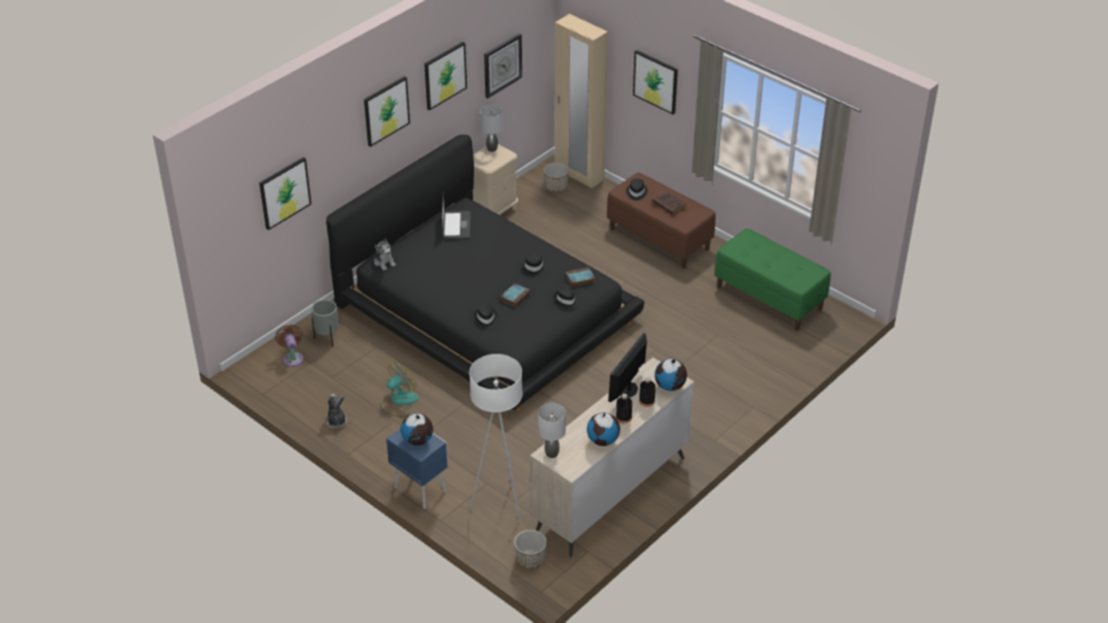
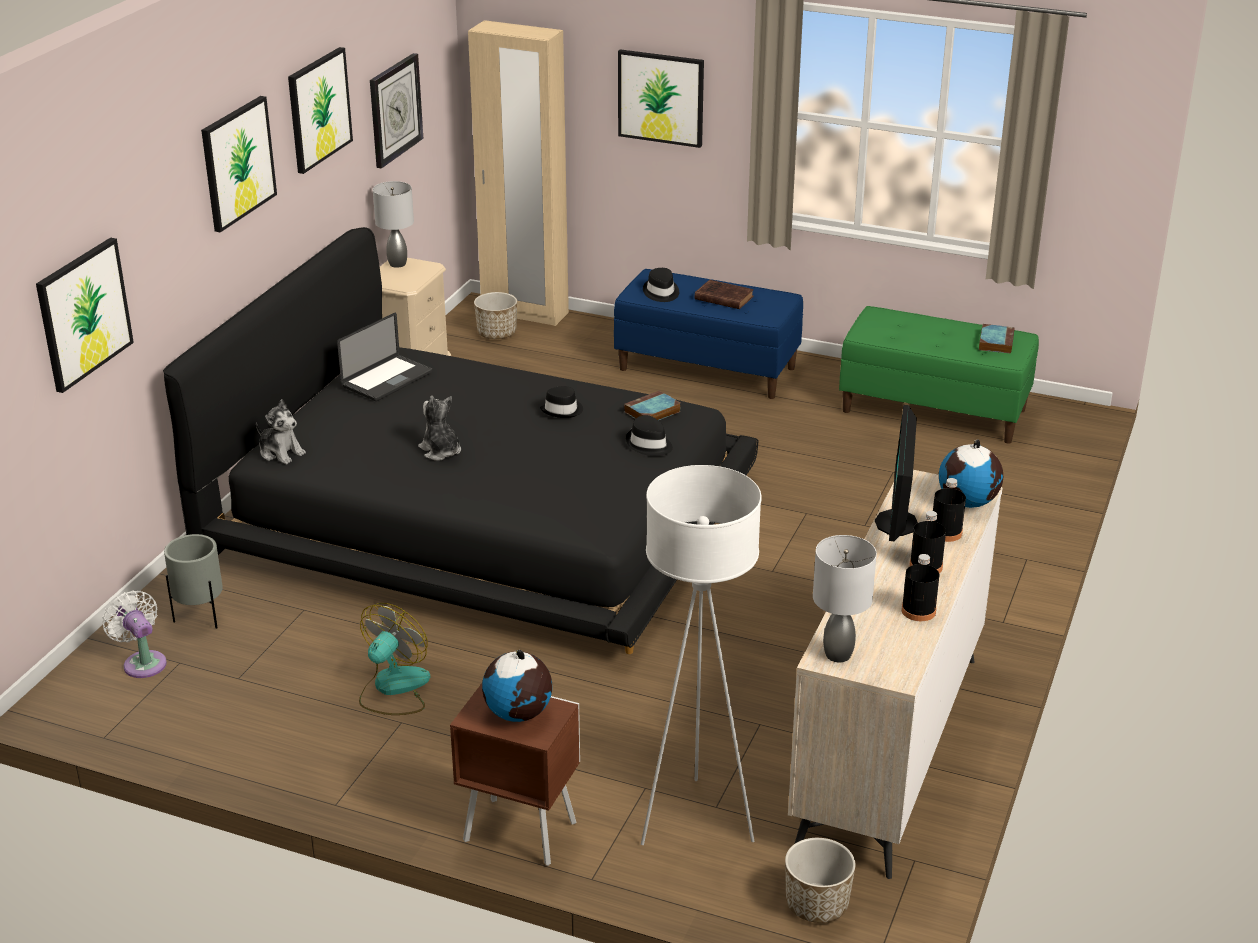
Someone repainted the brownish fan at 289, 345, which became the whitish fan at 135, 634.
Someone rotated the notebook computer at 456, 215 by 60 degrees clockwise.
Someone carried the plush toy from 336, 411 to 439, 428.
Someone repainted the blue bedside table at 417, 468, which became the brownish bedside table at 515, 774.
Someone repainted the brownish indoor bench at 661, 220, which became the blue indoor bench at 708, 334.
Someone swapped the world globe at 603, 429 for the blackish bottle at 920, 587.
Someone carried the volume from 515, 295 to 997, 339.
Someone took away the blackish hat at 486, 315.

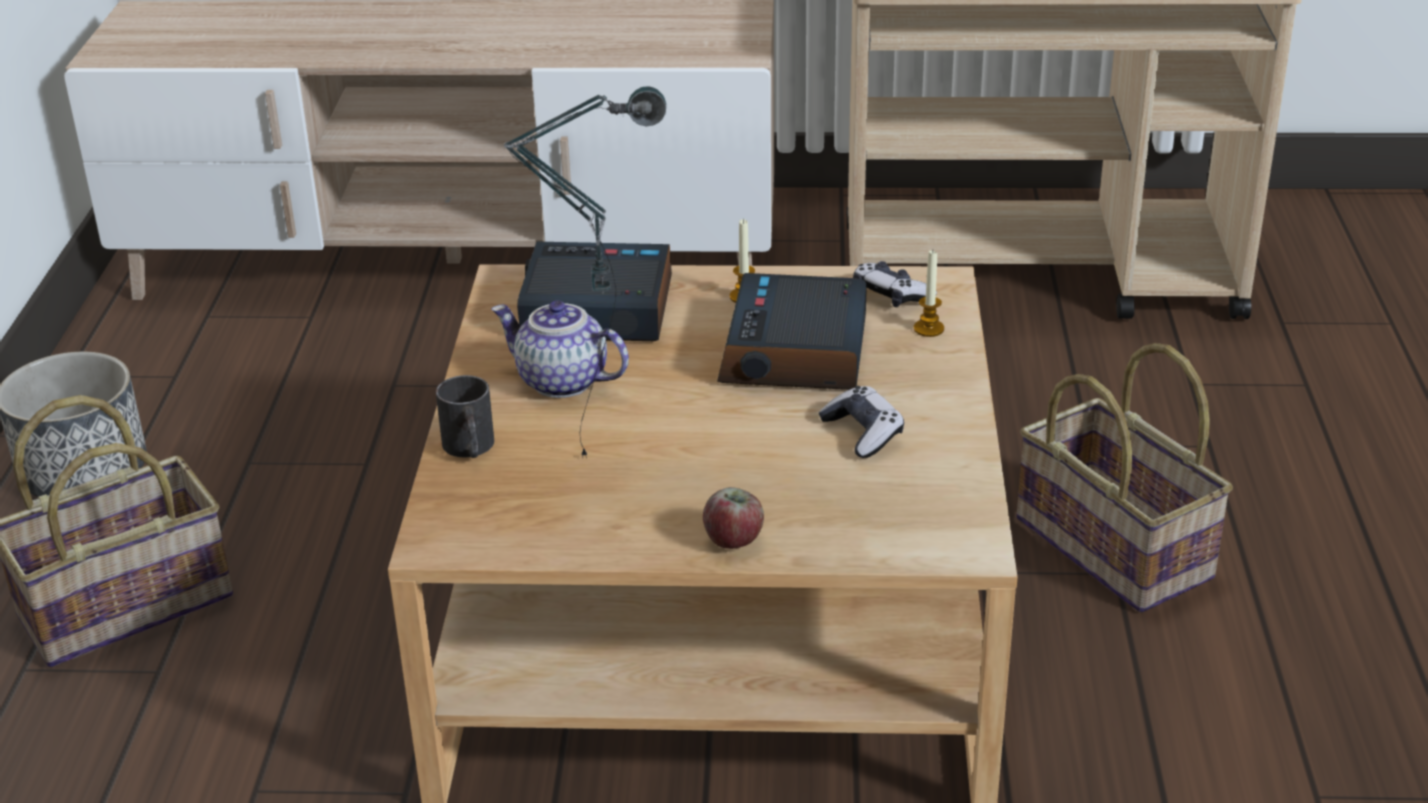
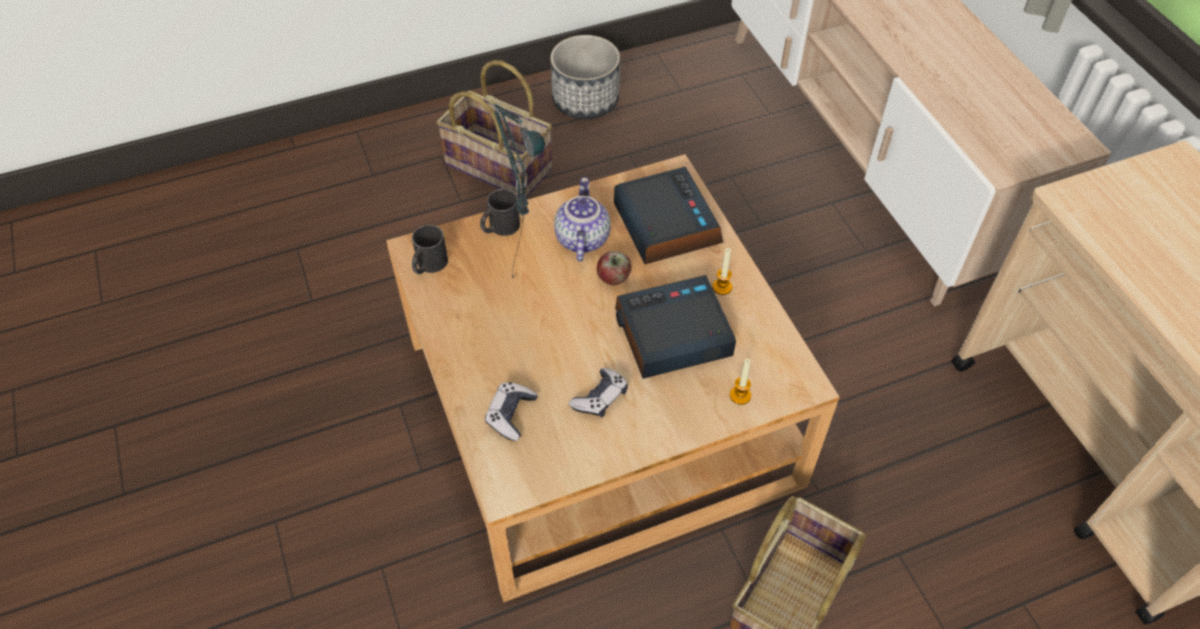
Someone put down the blackish tea mug at 430, 249.
Someone carried the joypad from 895, 284 to 511, 411.
Someone carried the apple from 733, 518 to 614, 268.

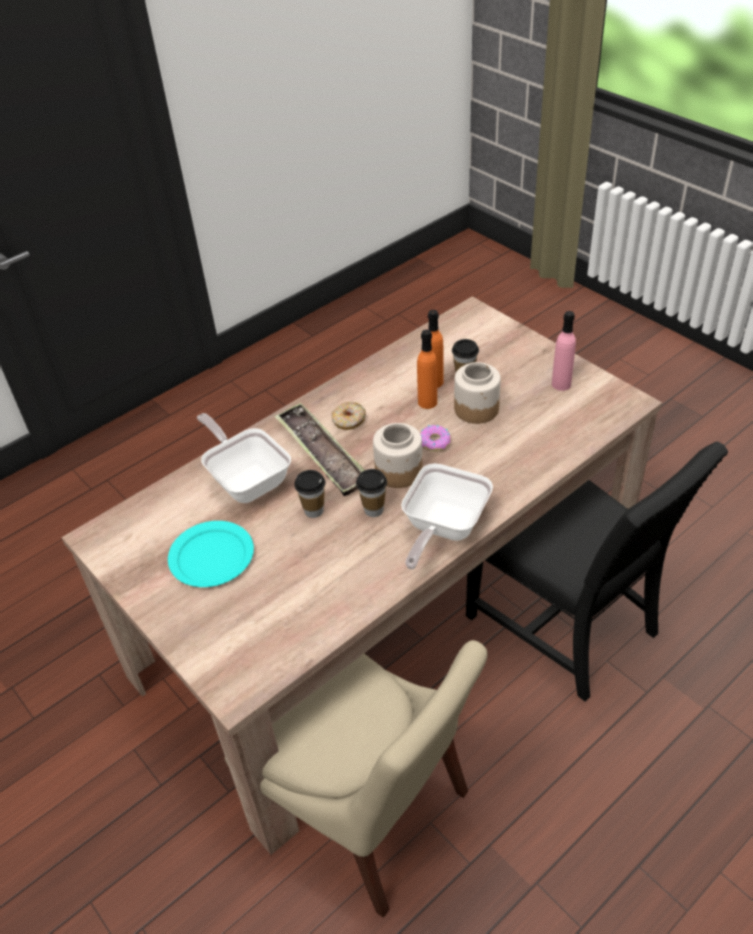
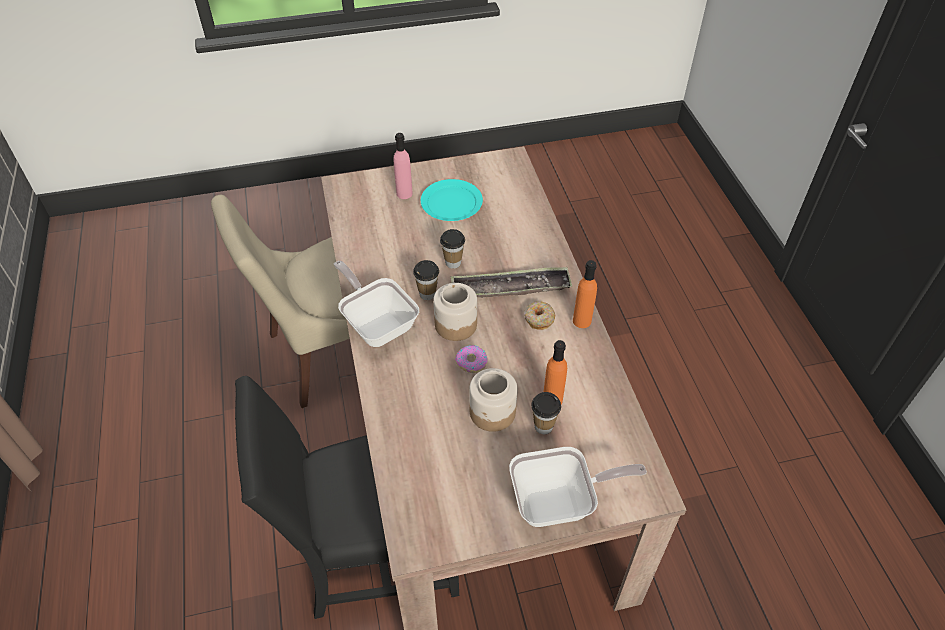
Someone carried the pink bottle from 564, 351 to 403, 166.
Someone carried the pan from 244, 458 to 578, 487.
Someone carried the orange bottle from 427, 369 to 585, 294.

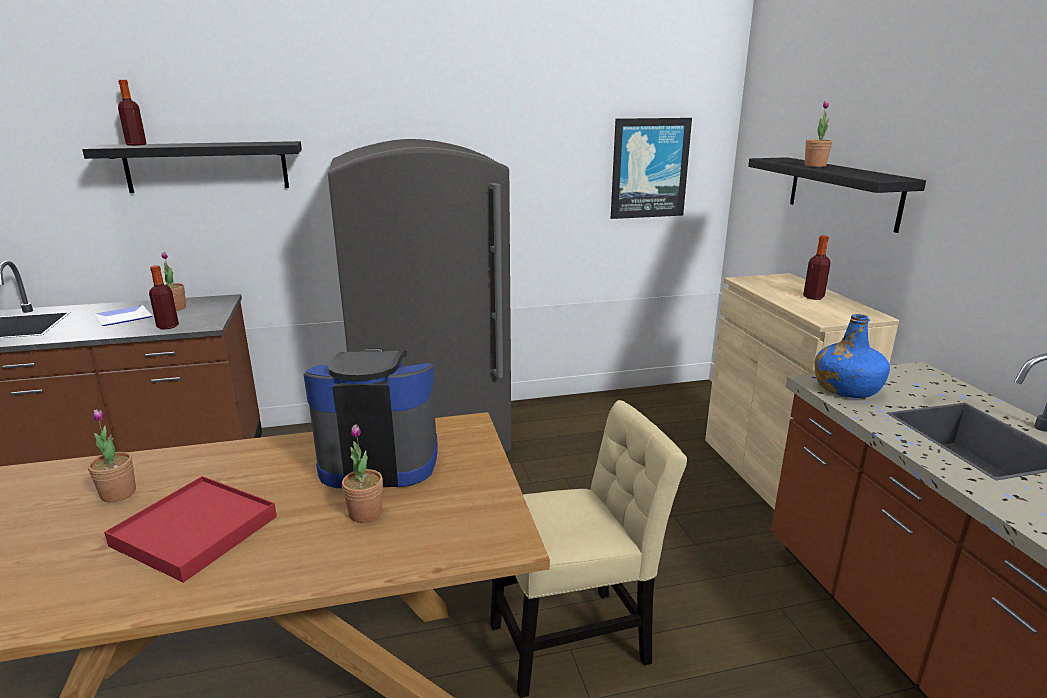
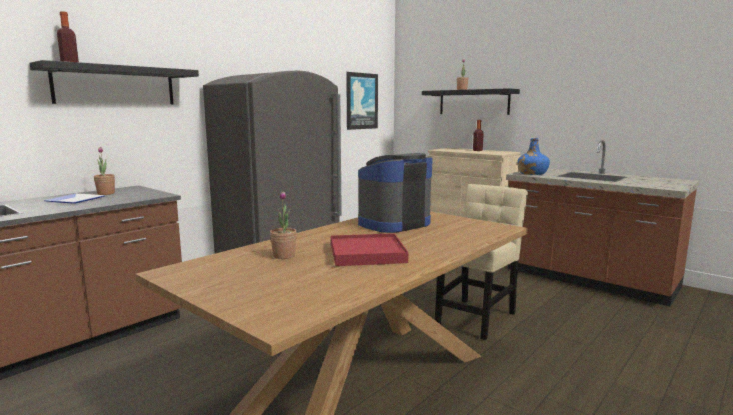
Someone took away the bottle at 164, 297.
Someone took away the potted plant at 362, 473.

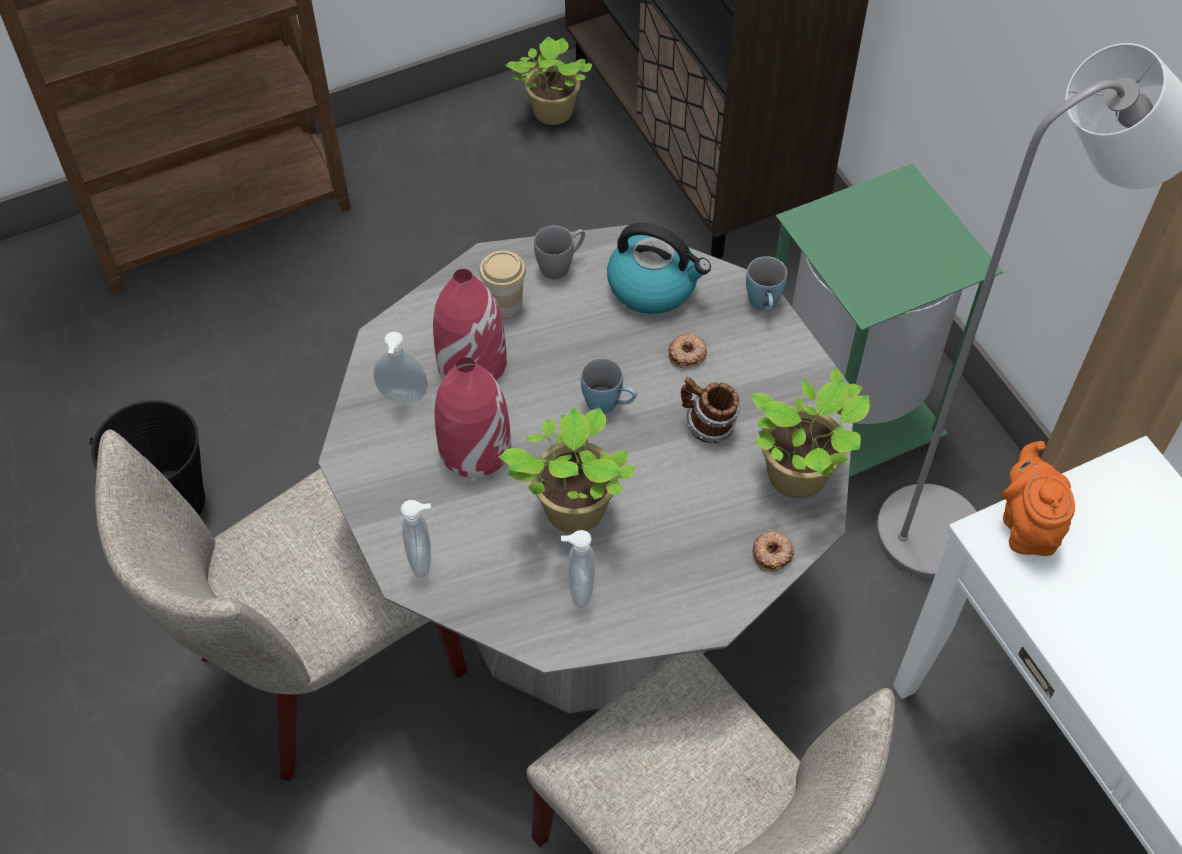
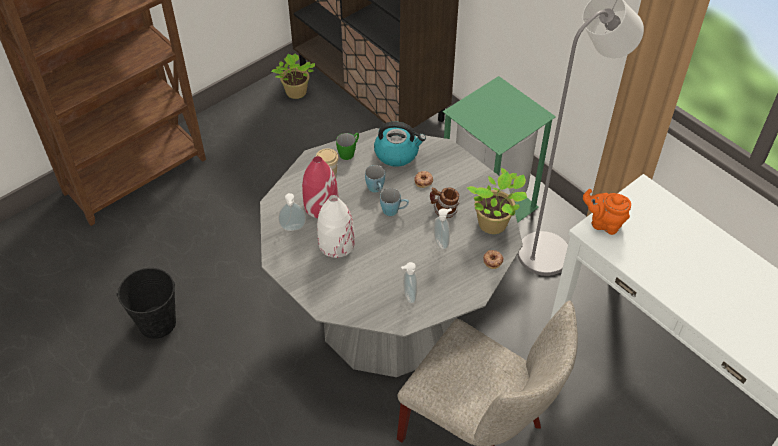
Someone repainted the red decorative vase at 472, 417, which became the whitish decorative vase at 336, 226.
Someone repainted the grey tea mug at 559, 252, which became the greenish tea mug at 347, 146.
Someone carried the blue tea mug from 766, 283 to 375, 178.
Someone carried the soap bottle from 416, 539 to 443, 228.
Someone rotated the orange tea pot at 1038, 498 by 45 degrees counterclockwise.
Someone took away the sand-coloured upright chair at 281, 605.
Someone took away the potted plant at 567, 470.

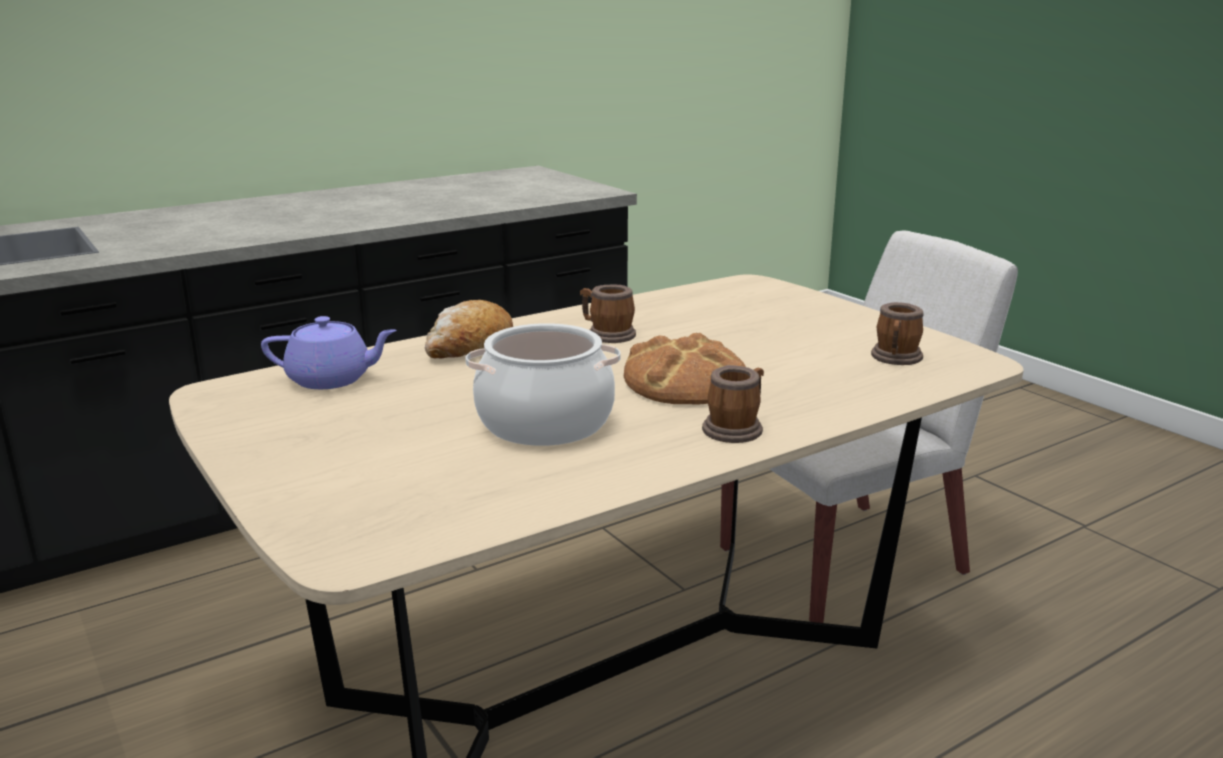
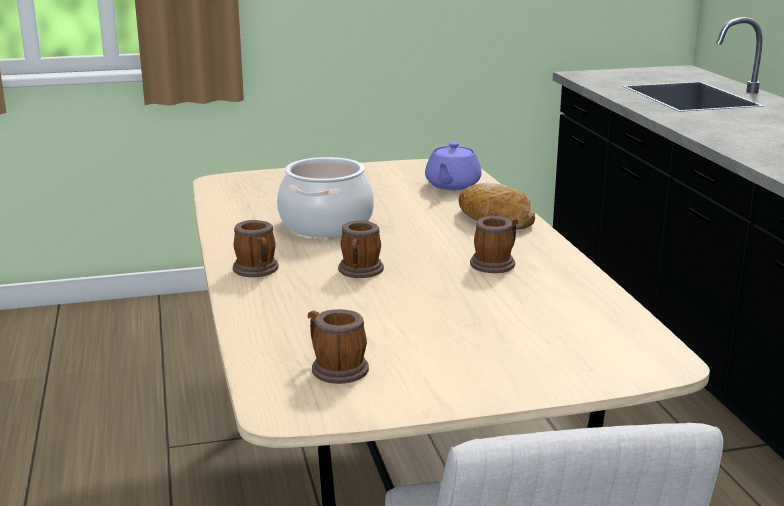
Someone swapped the baked bread at 685, 369 for the tea mug at 361, 249.

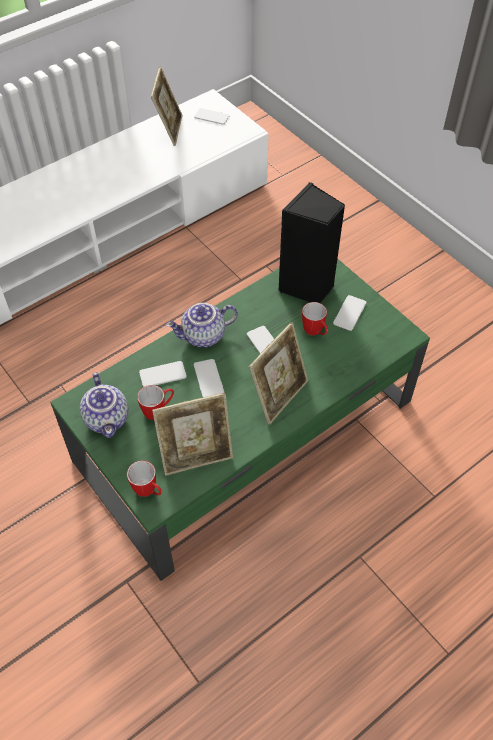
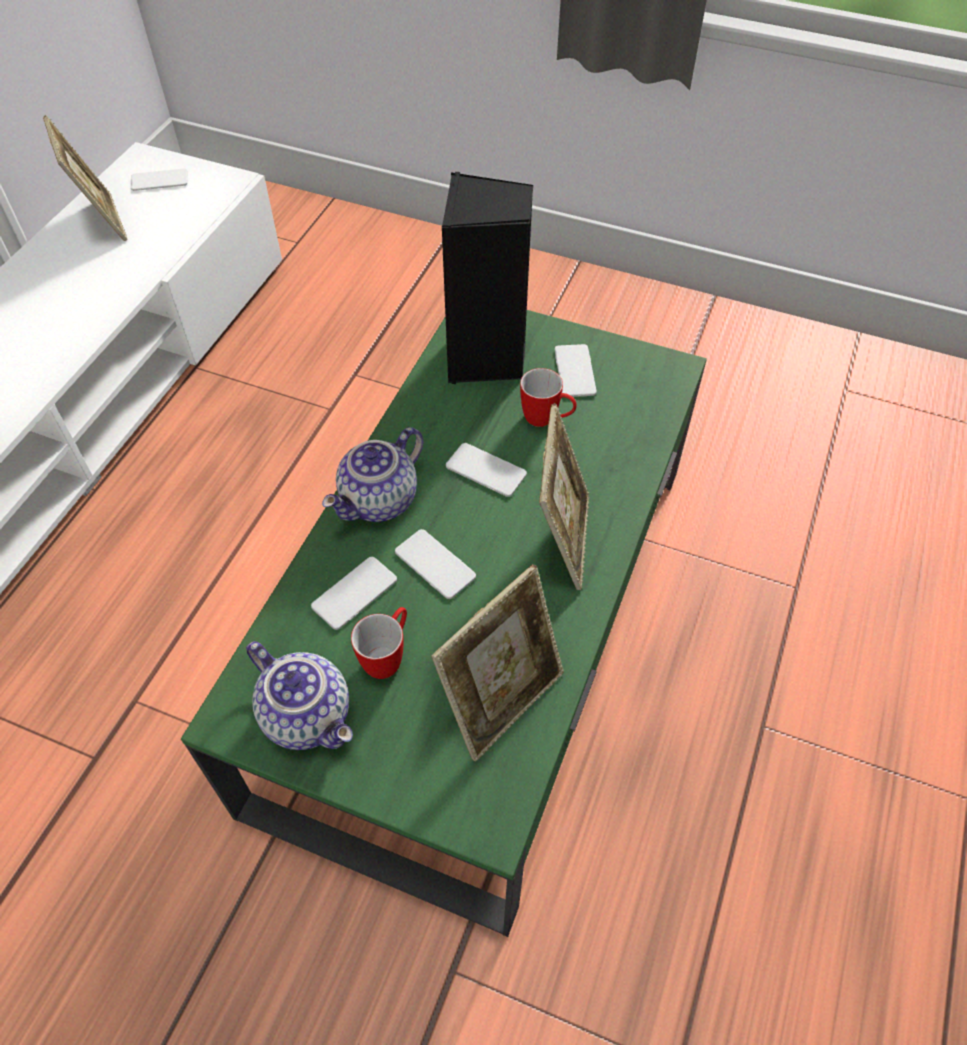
Someone took away the tea mug at 144, 479.

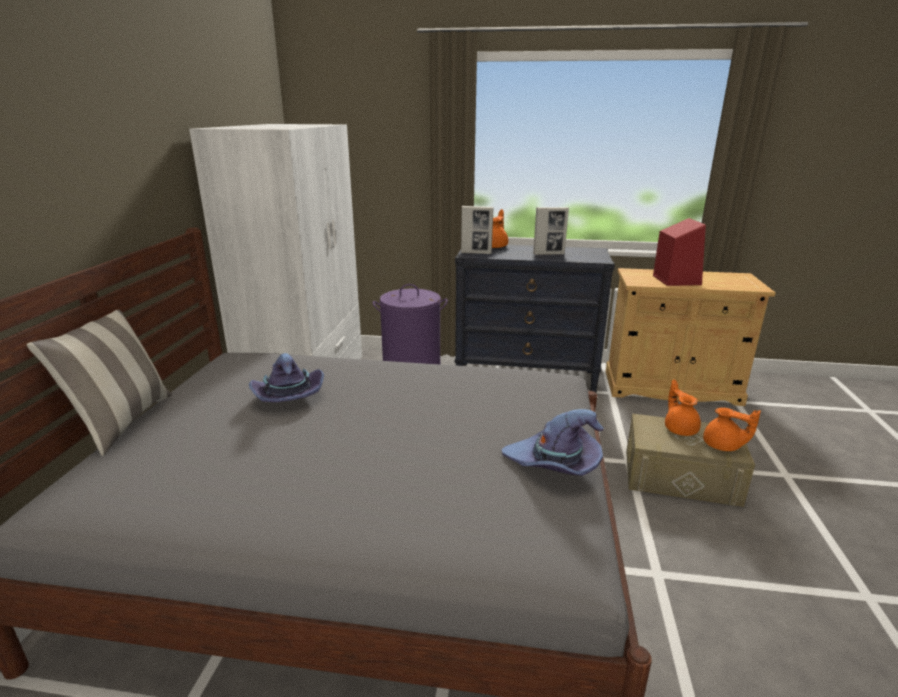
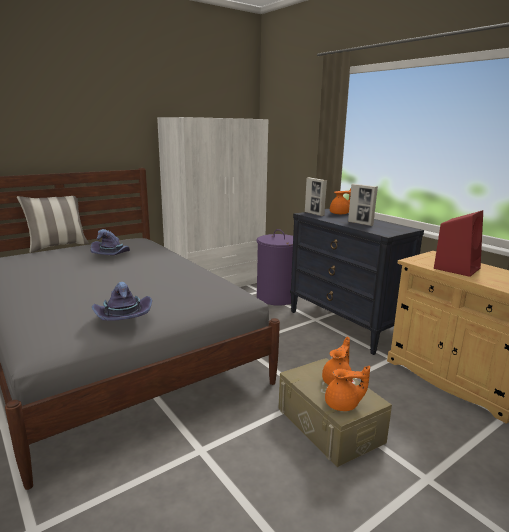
Someone rotated the orange tea pot at 732, 429 by 75 degrees counterclockwise.

